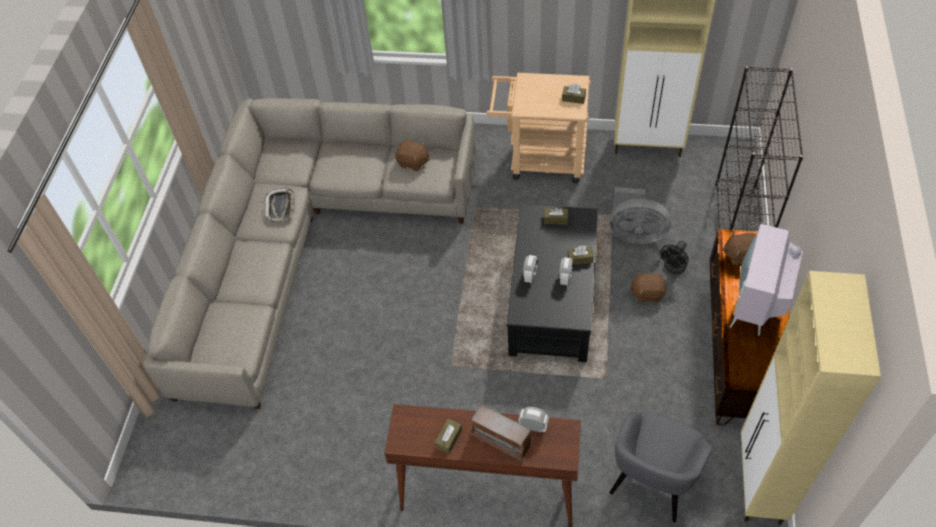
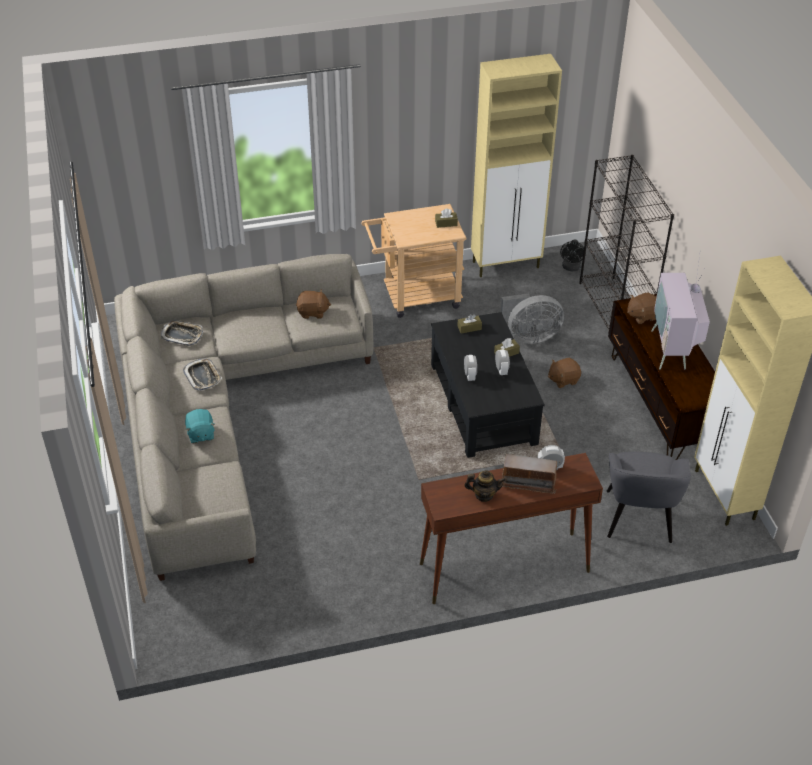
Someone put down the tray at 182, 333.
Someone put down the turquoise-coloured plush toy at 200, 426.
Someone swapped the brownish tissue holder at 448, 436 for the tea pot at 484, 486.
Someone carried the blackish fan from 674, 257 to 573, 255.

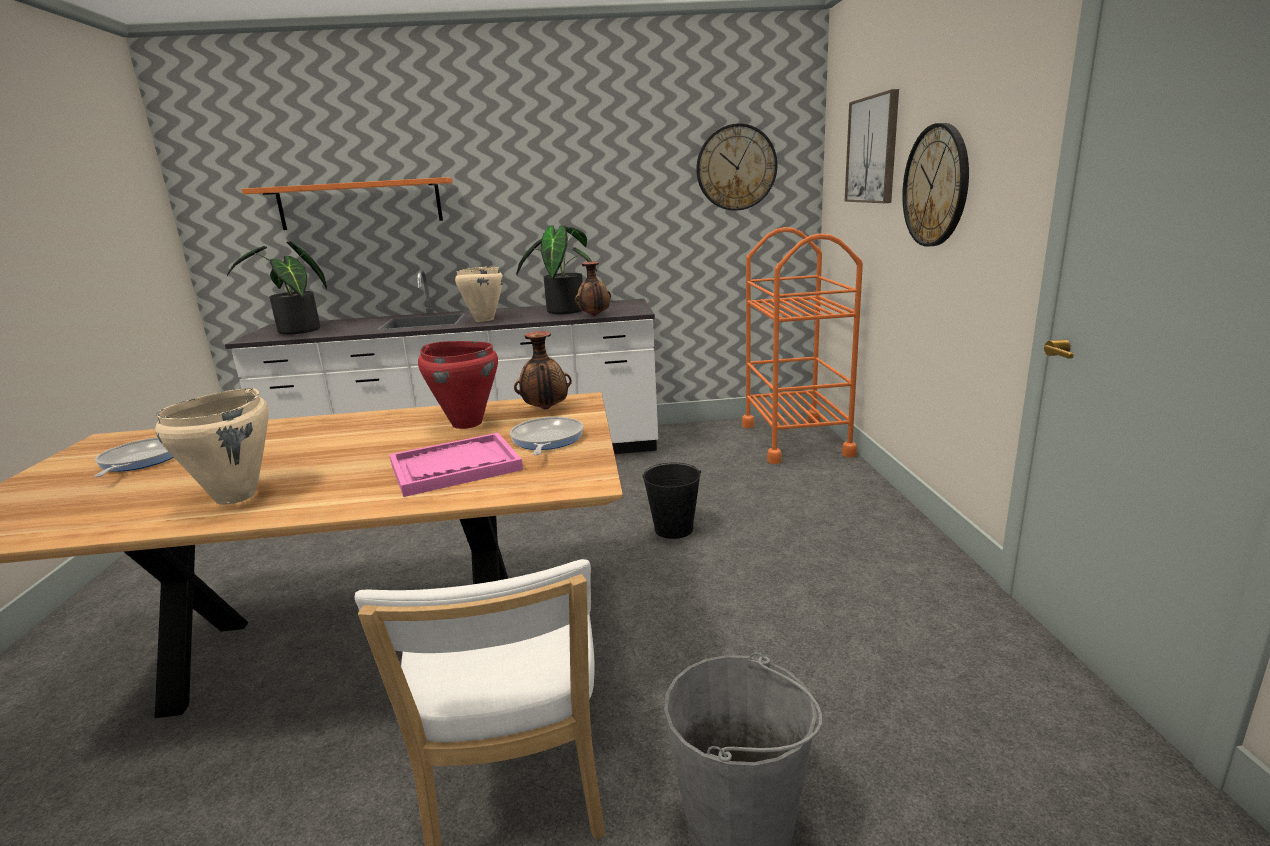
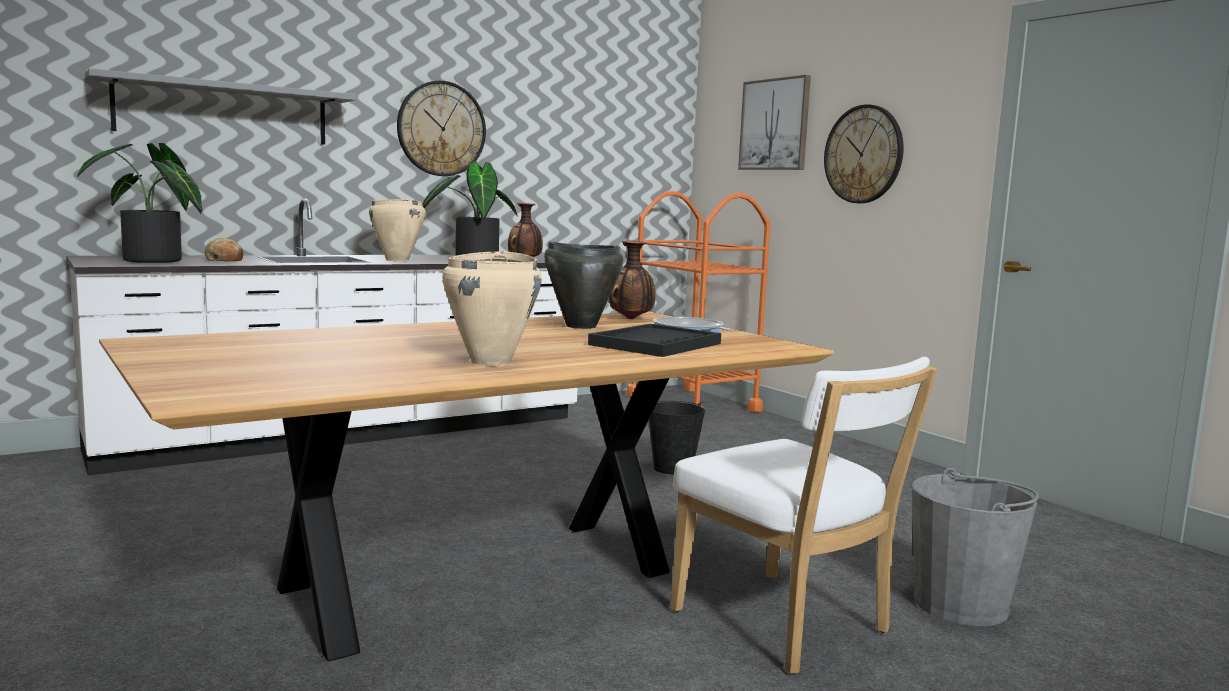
Someone repainted the orange wall shelf at 347, 203, which became the grey wall shelf at 220, 106.
Someone put down the baked bread at 224, 249.
Someone carried the wall clock from 736, 167 to 441, 128.
Someone repainted the red cooking pot at 458, 385, which became the blackish cooking pot at 584, 285.
Someone repainted the pink tray at 456, 465, which became the blackish tray at 654, 340.
Someone took away the pan at 134, 457.

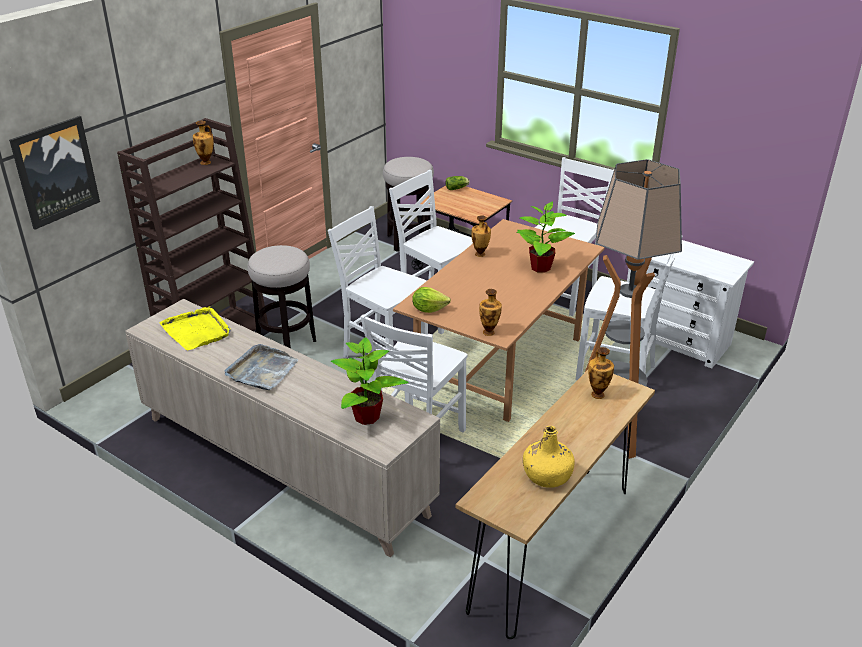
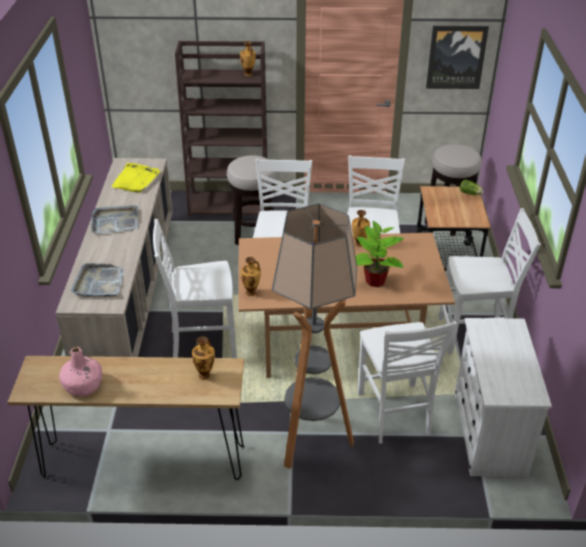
Someone repainted the yellowish bottle at 549, 457, which became the pink bottle at 80, 372.
Someone swapped the potted plant at 370, 381 for the grey tray at 97, 280.
Someone carried the picture from 54, 173 to 457, 57.
Someone took away the head of lettuce at 431, 300.

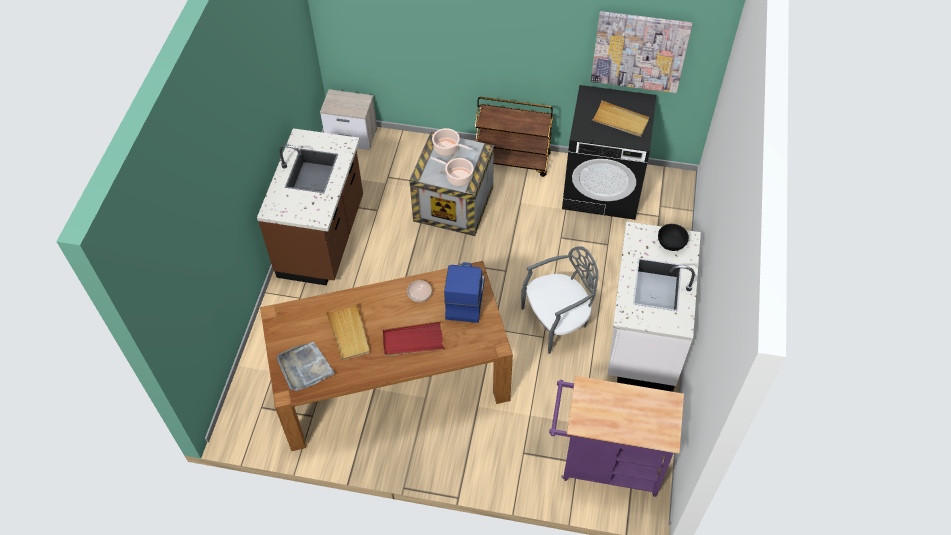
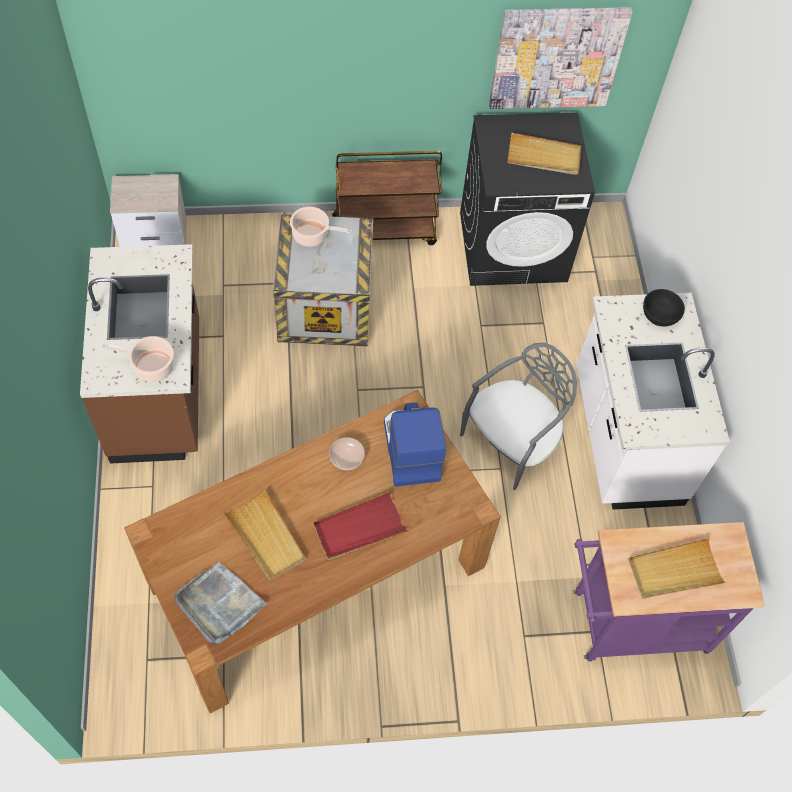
Someone carried the cooking pot from 452, 172 to 137, 359.
Someone put down the sand-coloured tray at 677, 568.

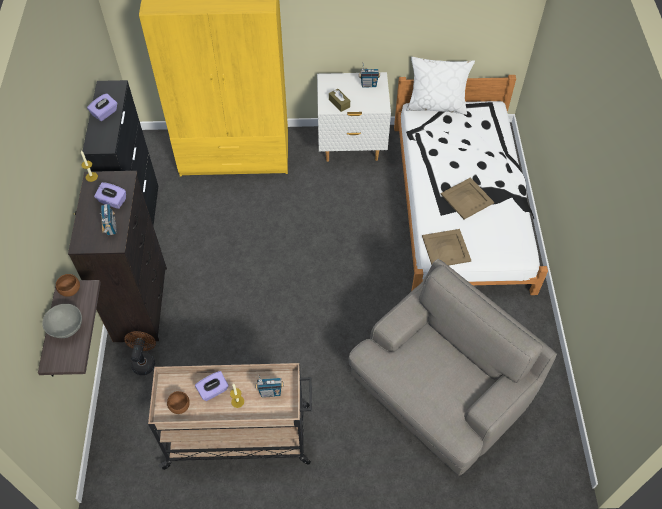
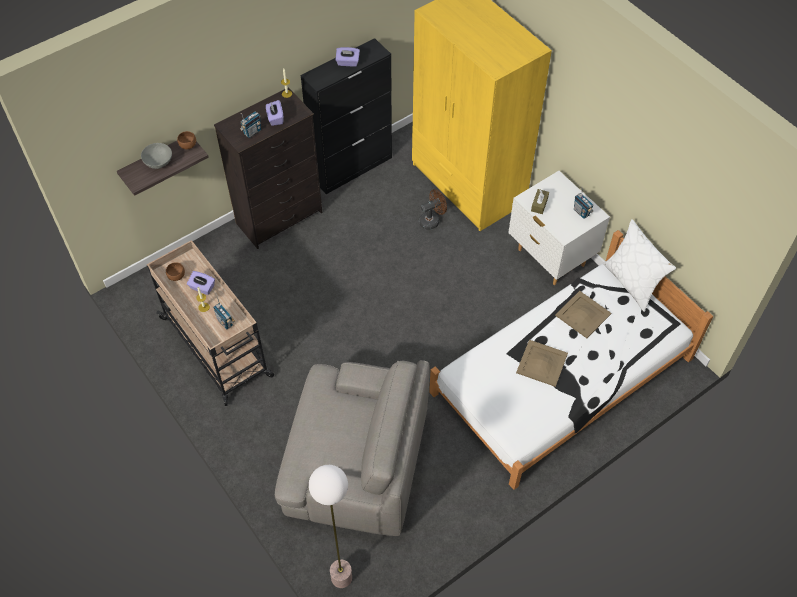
Someone put down the floor lamp at 330, 526.
Someone carried the brownish fan from 140, 353 to 433, 209.
Someone carried the sand-coloured tray from 446, 247 to 583, 314.

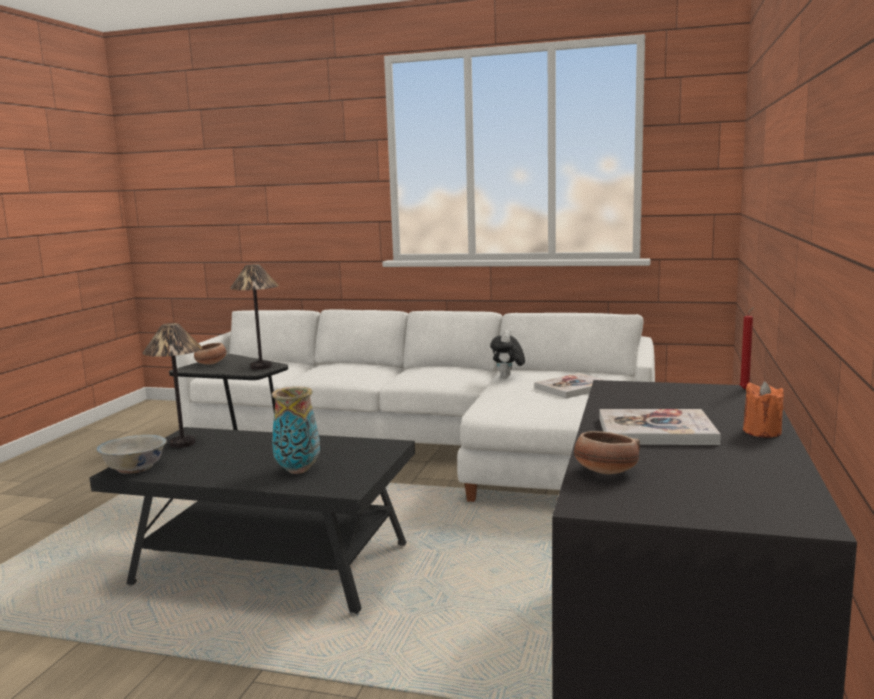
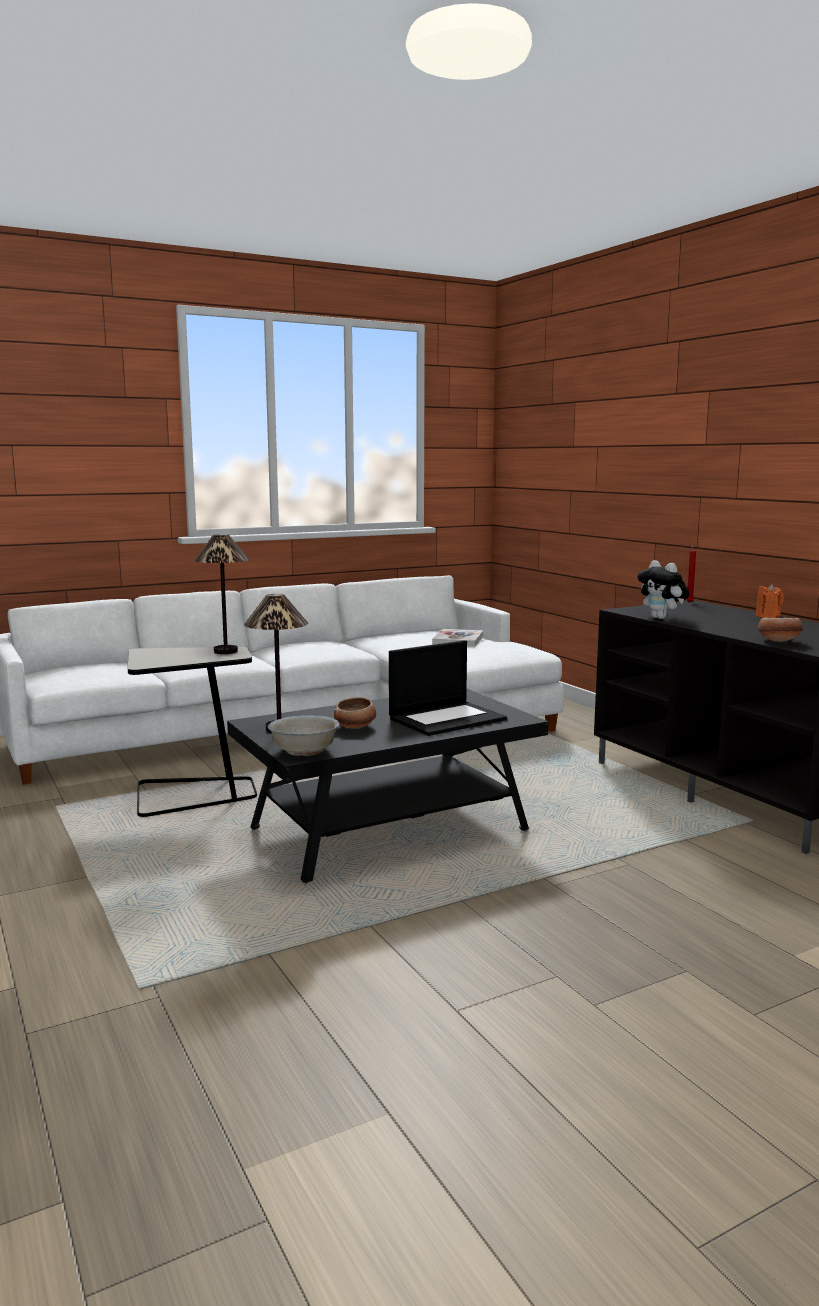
Someone carried the deep dish from 210, 354 to 355, 713.
Someone swapped the decorative vase at 296, 430 for the notebook computer at 448, 688.
Someone carried the plush toy from 507, 354 to 663, 589.
Someone took away the volume at 660, 427.

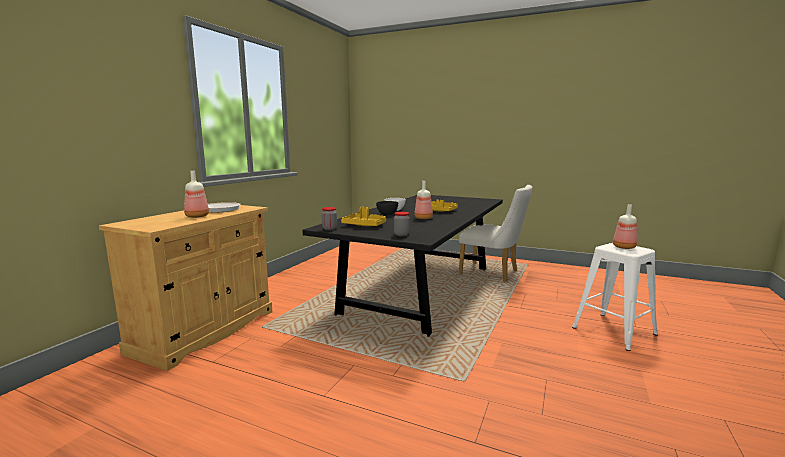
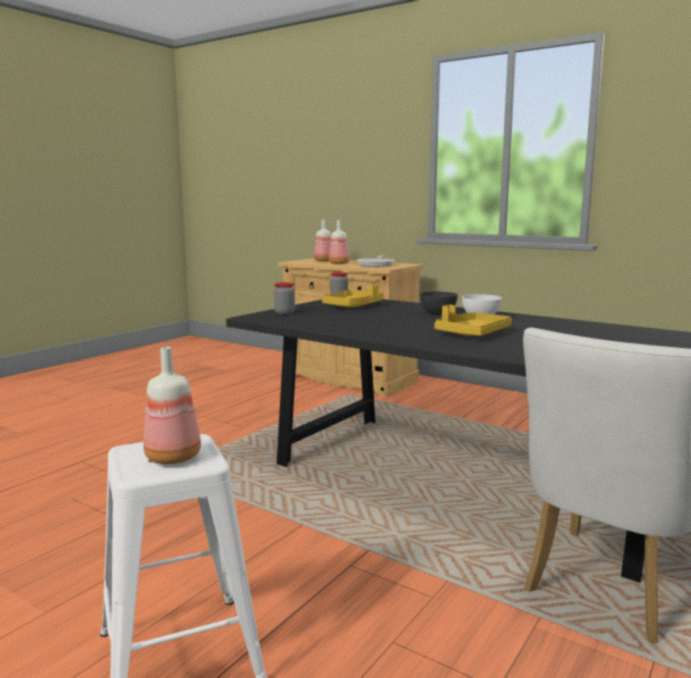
Someone carried the bottle from 423, 200 to 322, 240.

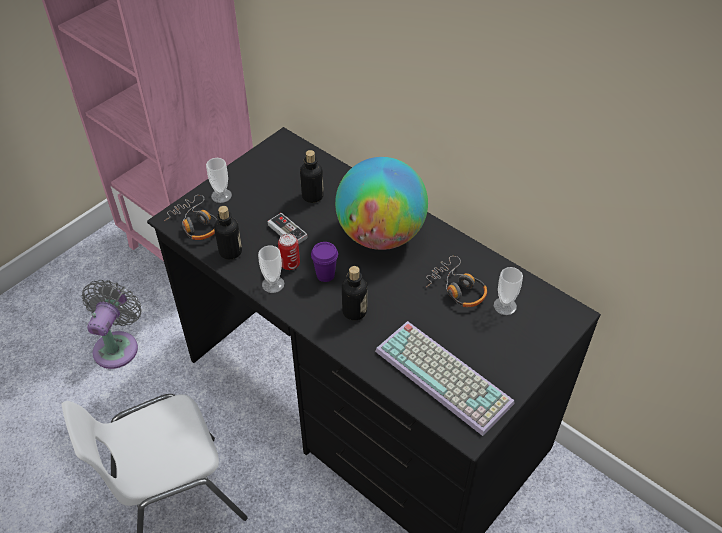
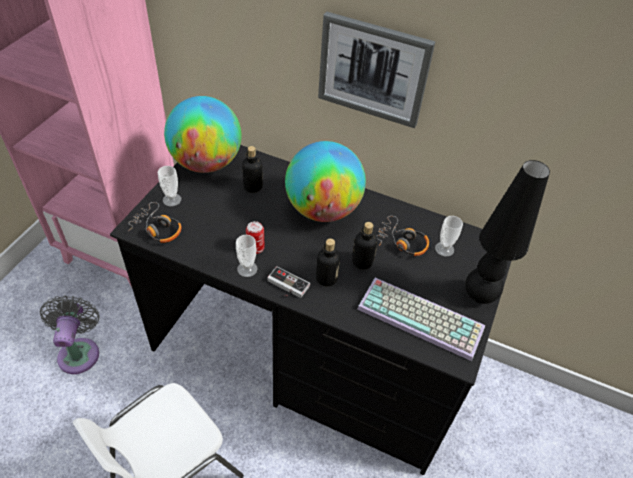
Someone put down the world globe at 202, 134.
Someone carried the joypad from 288, 228 to 288, 282.
Someone put up the picture at 376, 70.
Someone carried the bottle from 228, 233 to 364, 245.
Someone put down the blackish tabletop lamp at 507, 232.
Someone took away the purplish drinking cup at 324, 262.

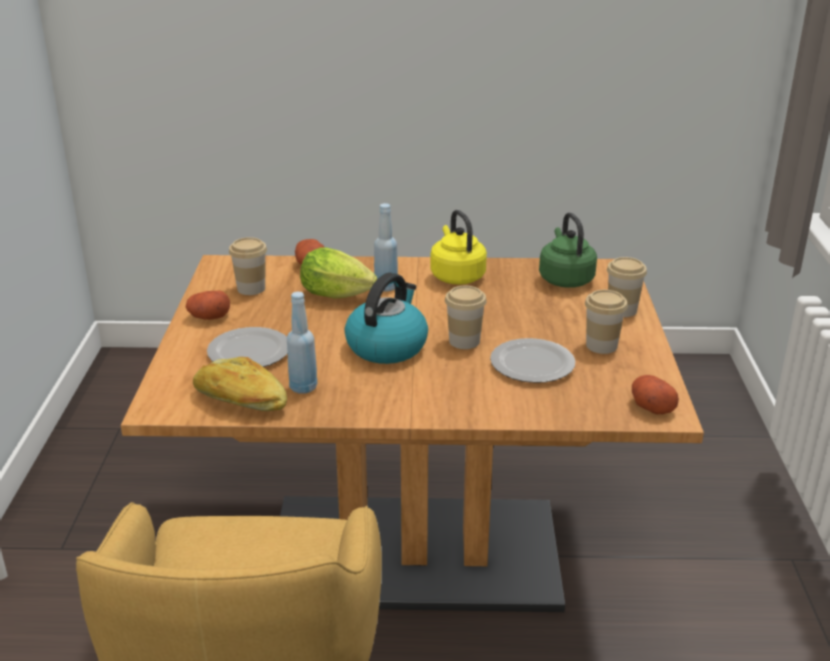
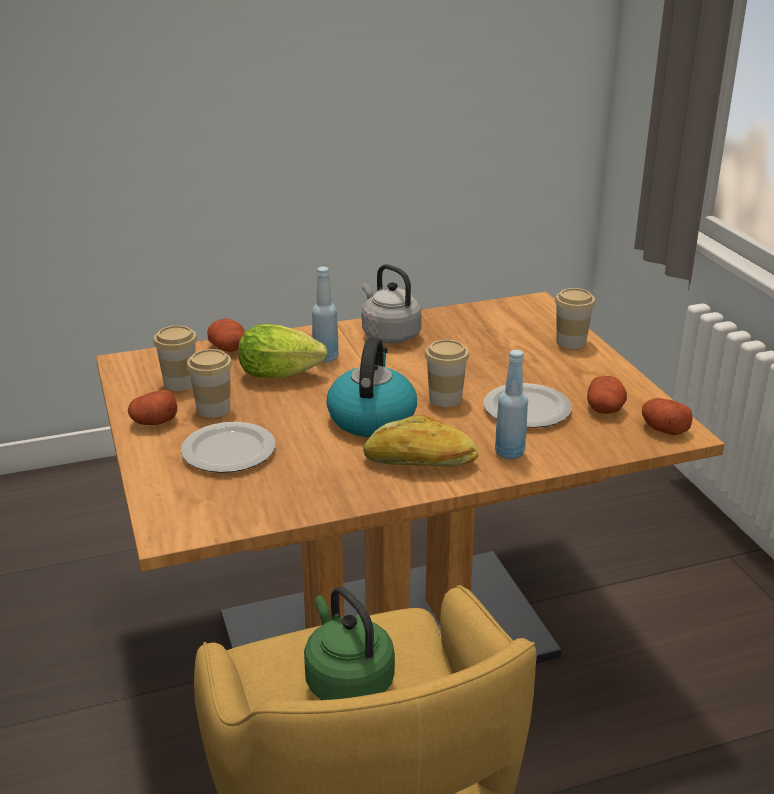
Someone carried the drinking cup from 606, 322 to 209, 383.
Someone carried the greenish water kettle from 568, 250 to 349, 643.
Someone repainted the yellowish water kettle at 458, 247, which became the grey water kettle at 392, 303.
Someone carried the baked bread from 240, 384 to 420, 440.
Someone carried the blue bottle from 302, 343 to 511, 404.
Someone put down the spud at 607, 395.

